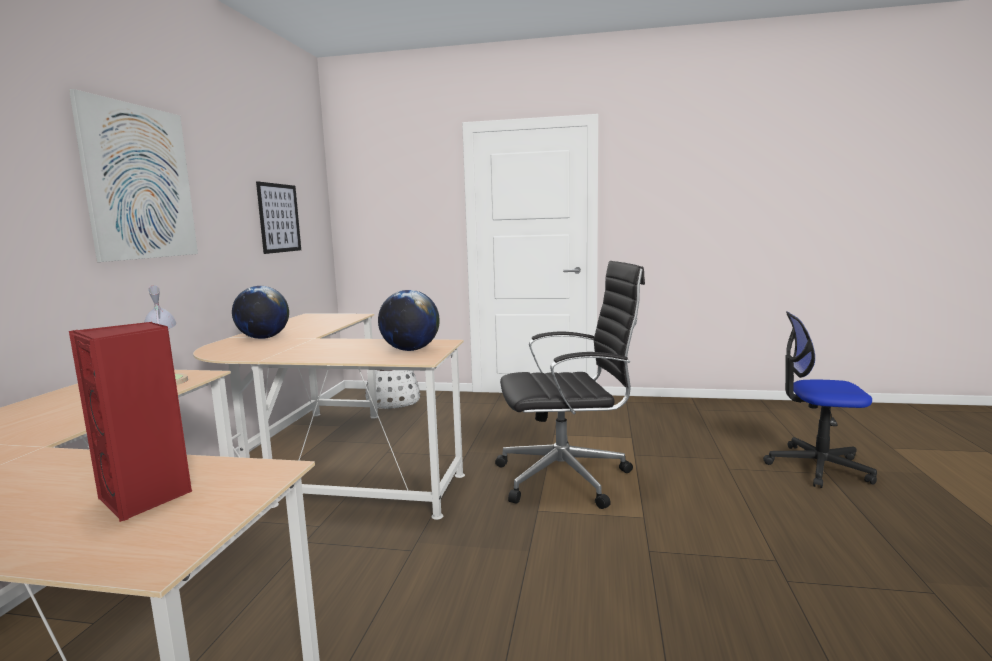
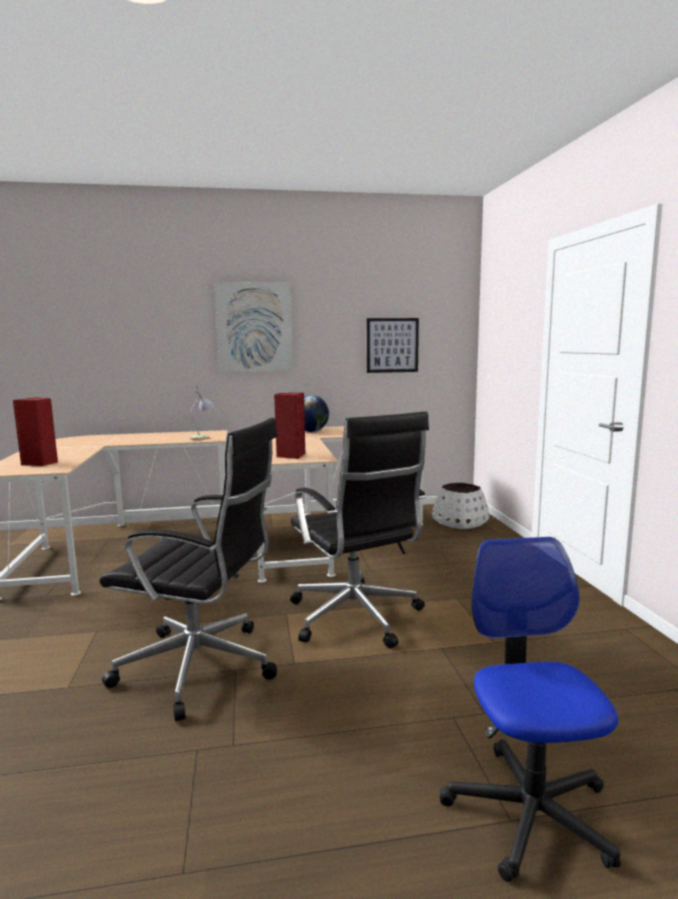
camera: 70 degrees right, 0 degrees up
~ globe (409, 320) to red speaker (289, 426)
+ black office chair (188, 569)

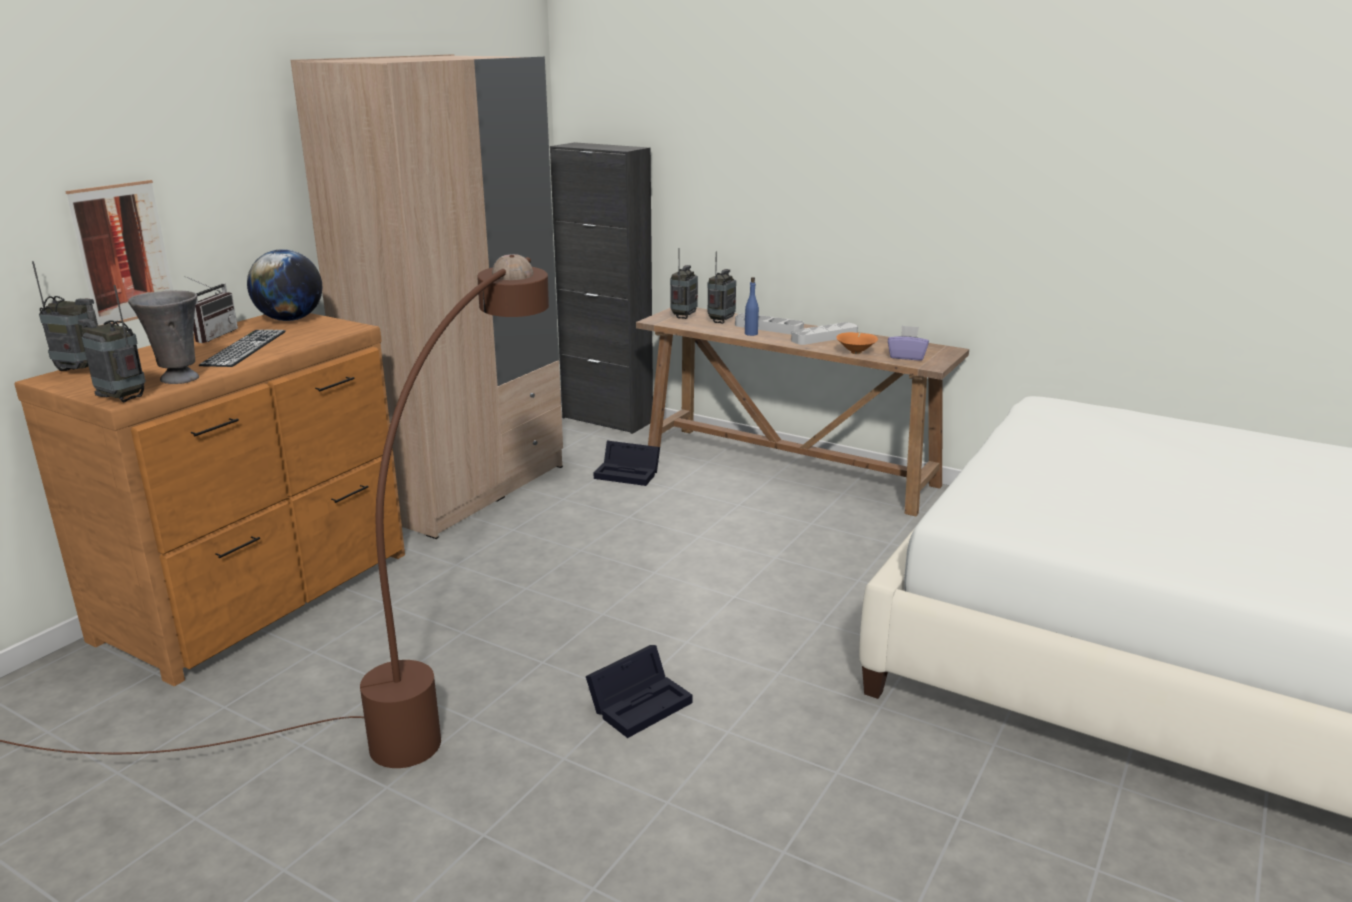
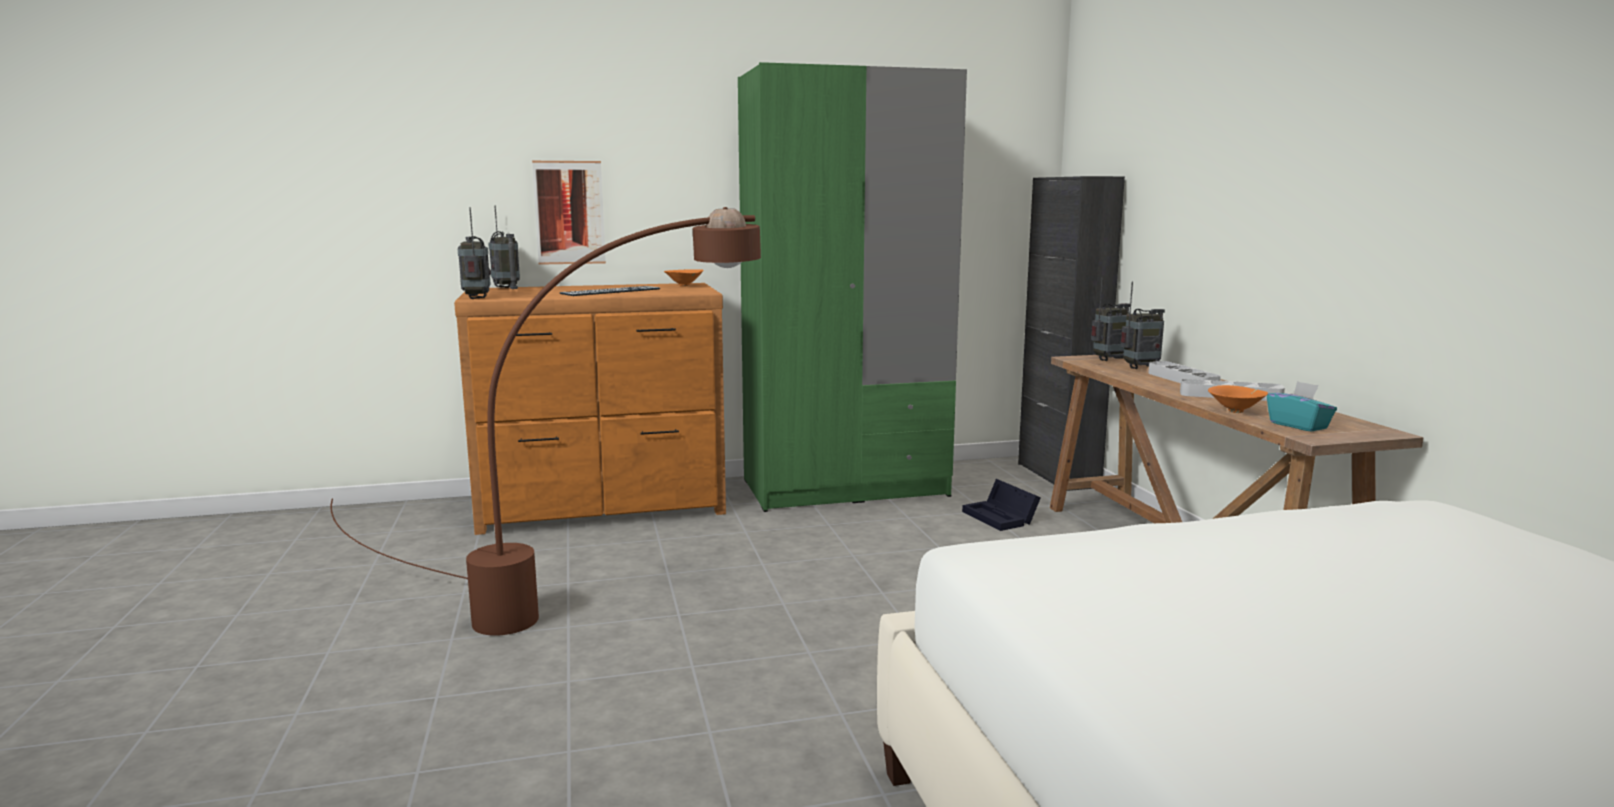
camera: 45 degrees right, 10 degrees down
- grey vase (163, 337)
- radio (211, 309)
~ globe (284, 285) to orange bowl (684, 277)
~ beige wardrobe (427, 296) to green wardrobe (852, 287)
- black storage box (639, 691)
- blue bottle (752, 306)
~ purple tissue box (908, 343) to turquoise tissue box (1302, 406)

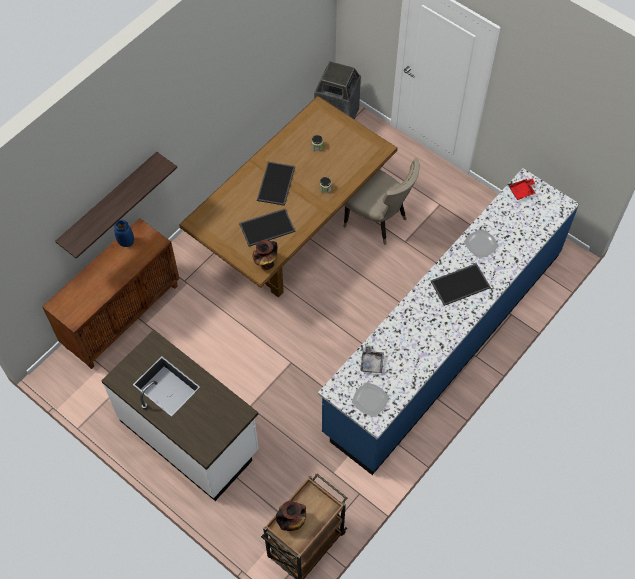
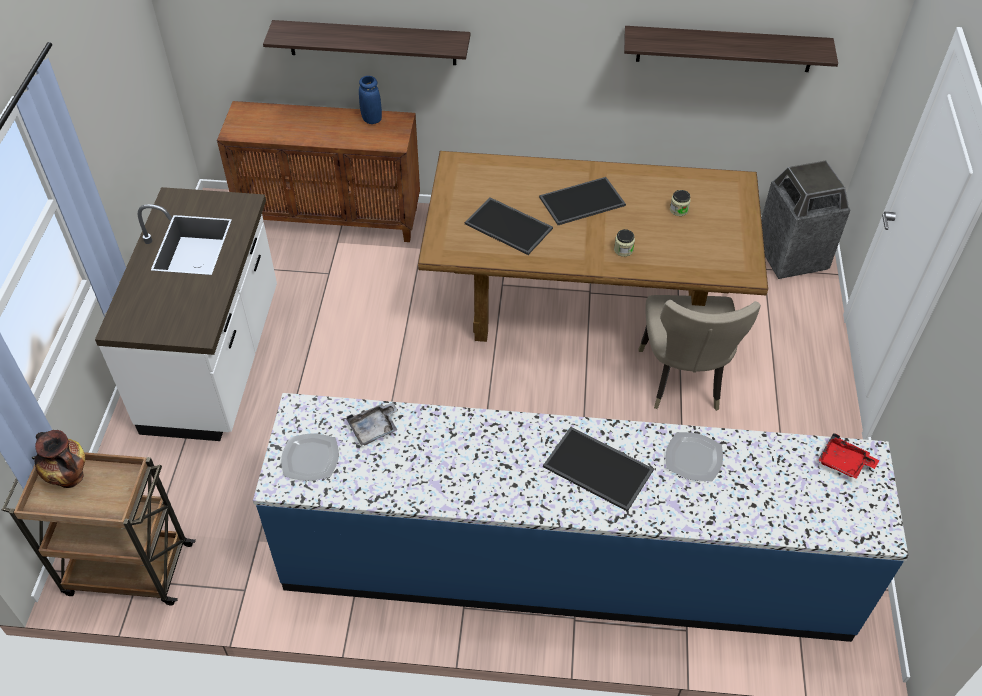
camera: 55 degrees right, 10 degrees down
- vase (265, 255)
+ shelf (731, 49)

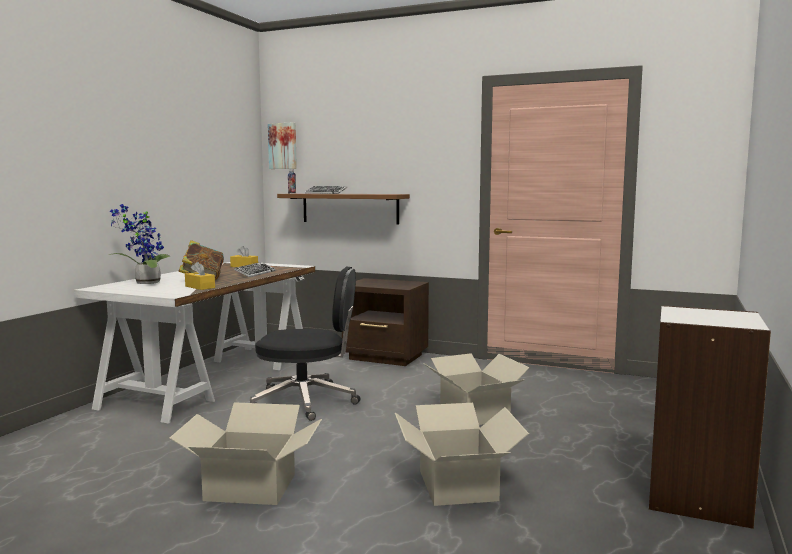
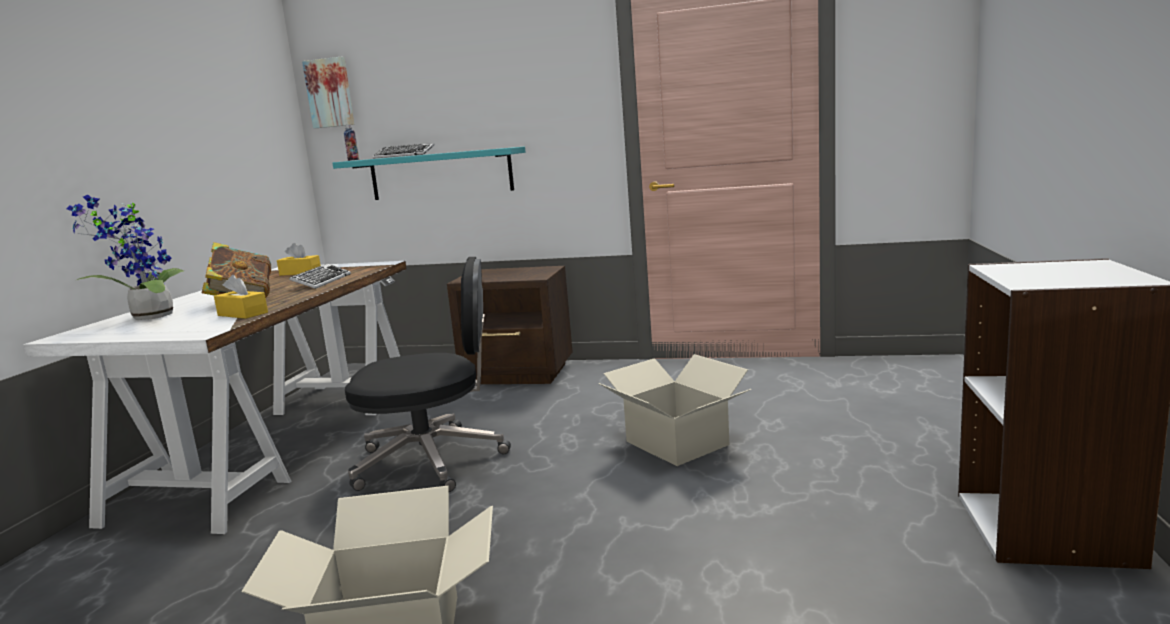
camera: 10 degrees left, 5 degrees up
~ brown shelf (343, 209) to turquoise shelf (429, 173)
- cardboard box (462, 454)

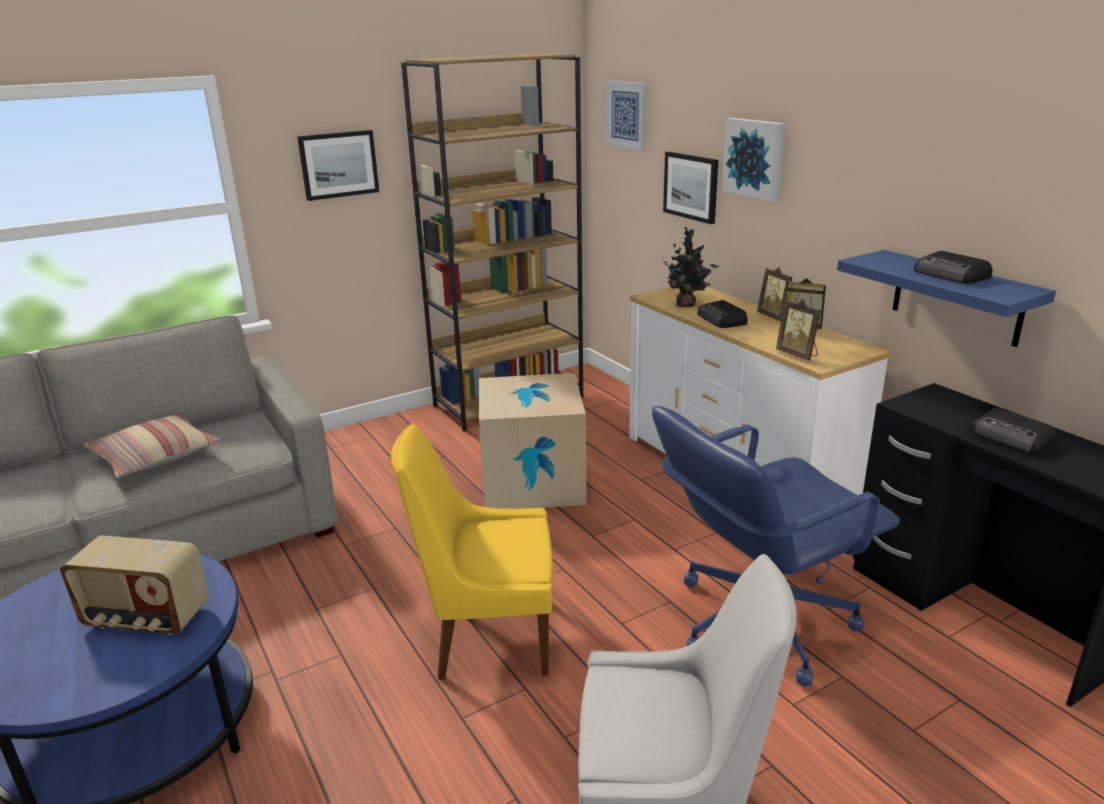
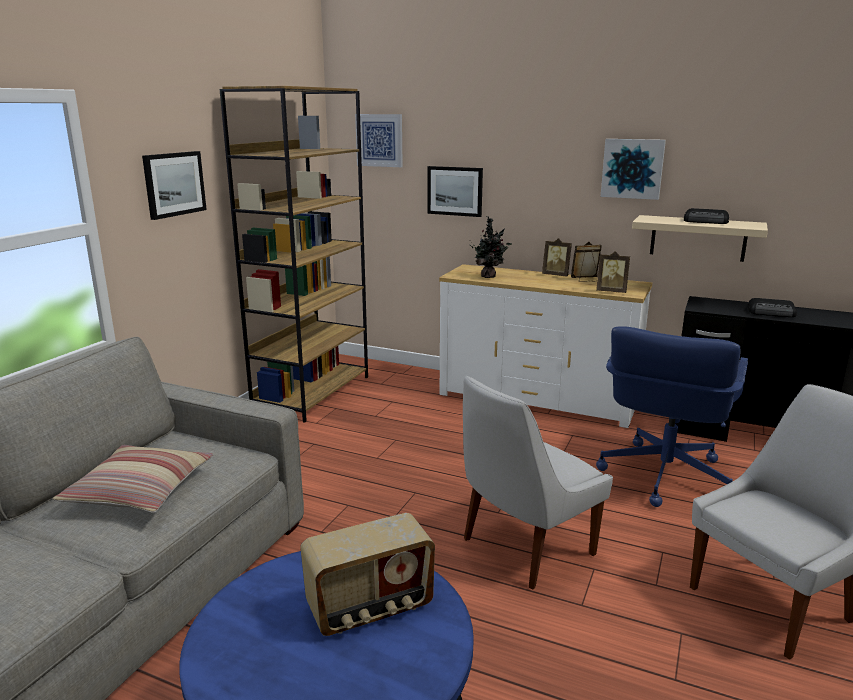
camera: 35 degrees left, 5 degrees down
~ yellow chair (472, 552) to white chair (538, 483)
- cardboard box (532, 440)
- radio (722, 314)
~ picture (754, 160) to (633, 169)
~ blue shelf (946, 298) to beige shelf (700, 238)

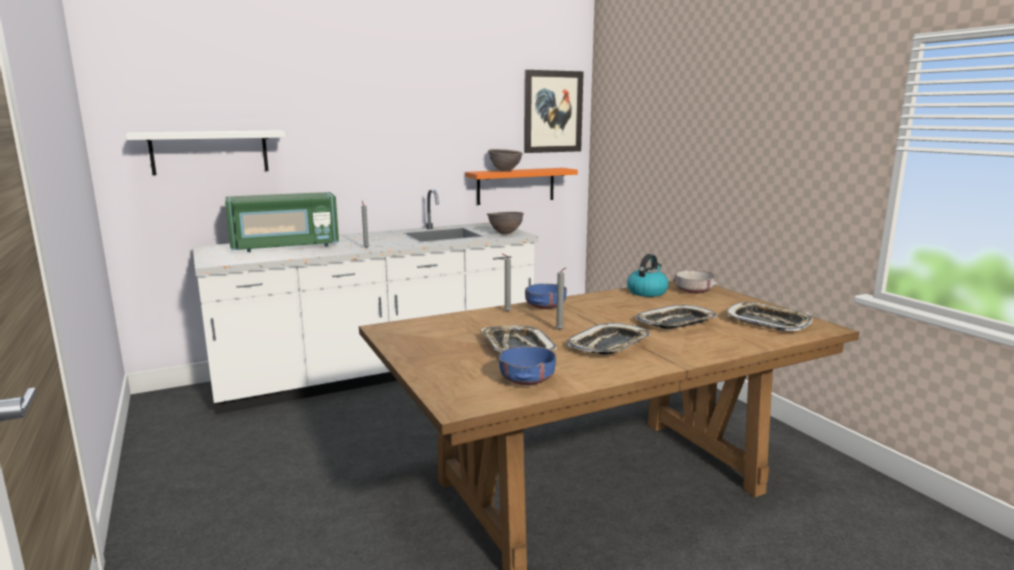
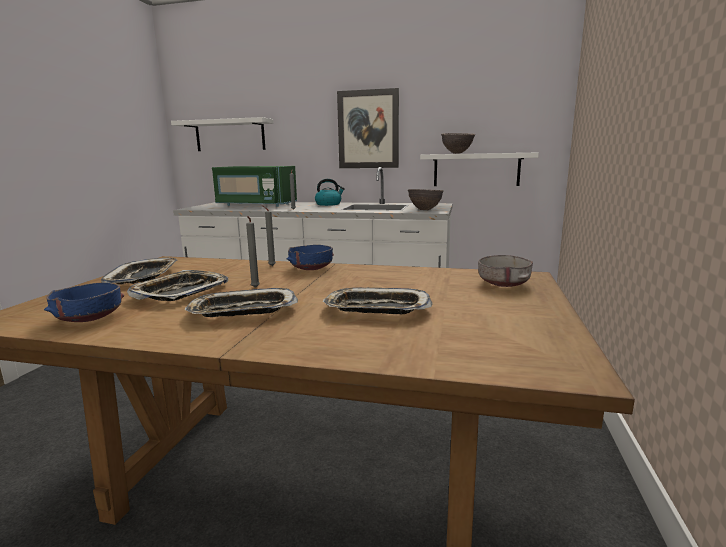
camera: 40 degrees right, 0 degrees up
~ orange shelf (521, 186) to white shelf (479, 169)
~ picture (554, 111) to (368, 128)
~ kettle (648, 275) to (330, 192)
~ tray (770, 316) to (139, 271)

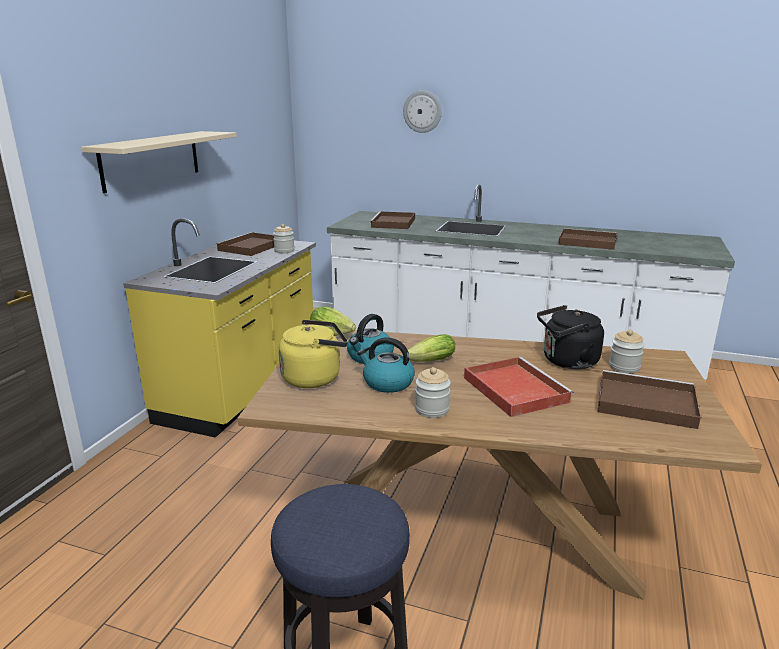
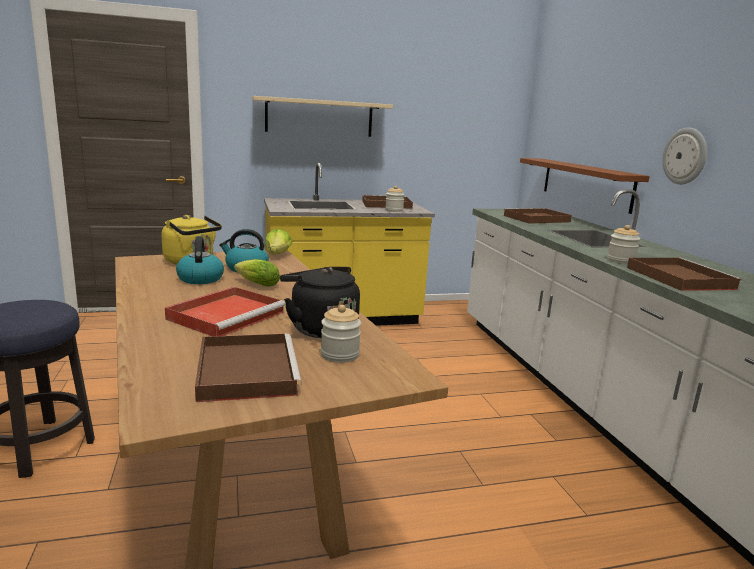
camera: 55 degrees right, 5 degrees down
~ wall clock (422, 111) to (684, 156)
~ jar (433, 392) to (623, 244)
+ brown shelf (585, 186)

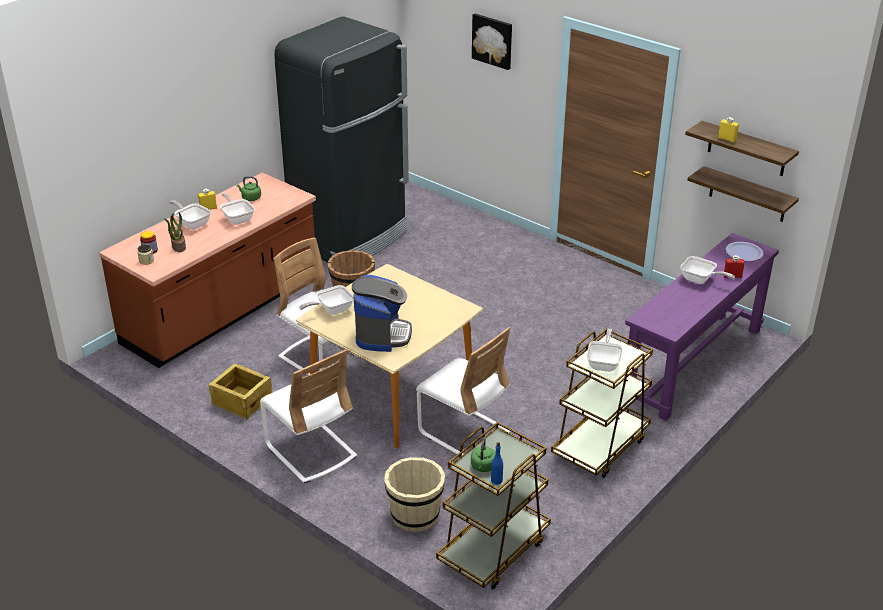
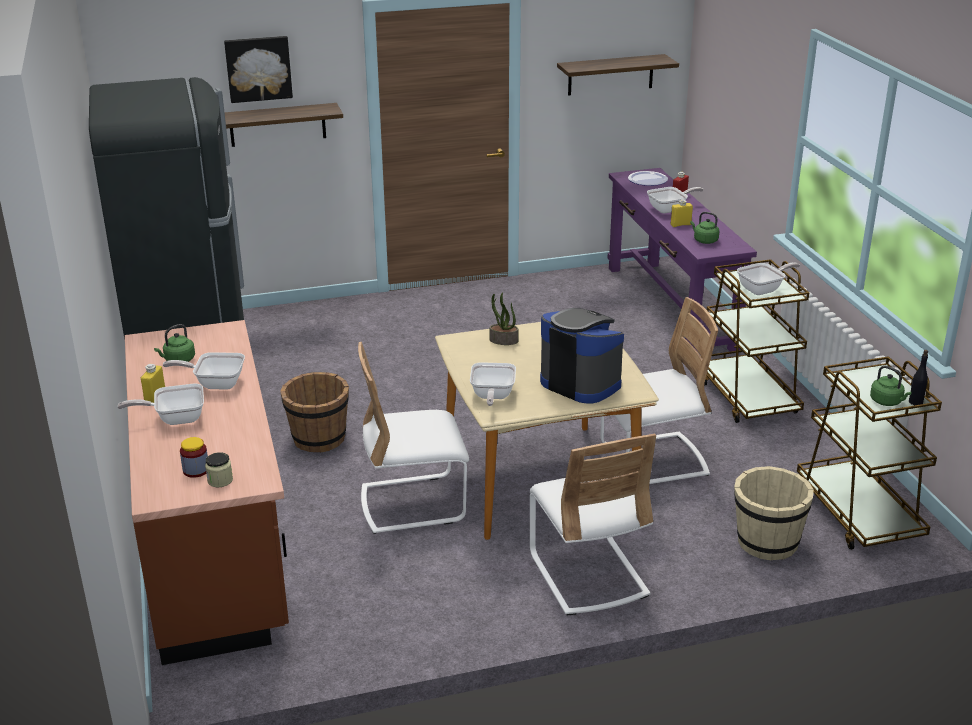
camera: 55 degrees left, 5 degrees down
~ potted plant (175, 232) to (504, 319)
- crate (240, 391)
~ white chair (308, 416) = (593, 524) 75 degrees clockwise
~ blue bottle (497, 463) to black bottle (918, 377)
~ frying pan (604, 350) = (768, 278) 105 degrees clockwise
~ shelf (743, 194) to (284, 125)
~ yellow bottle (728, 130) to (682, 213)
+ green kettle (704, 228)

